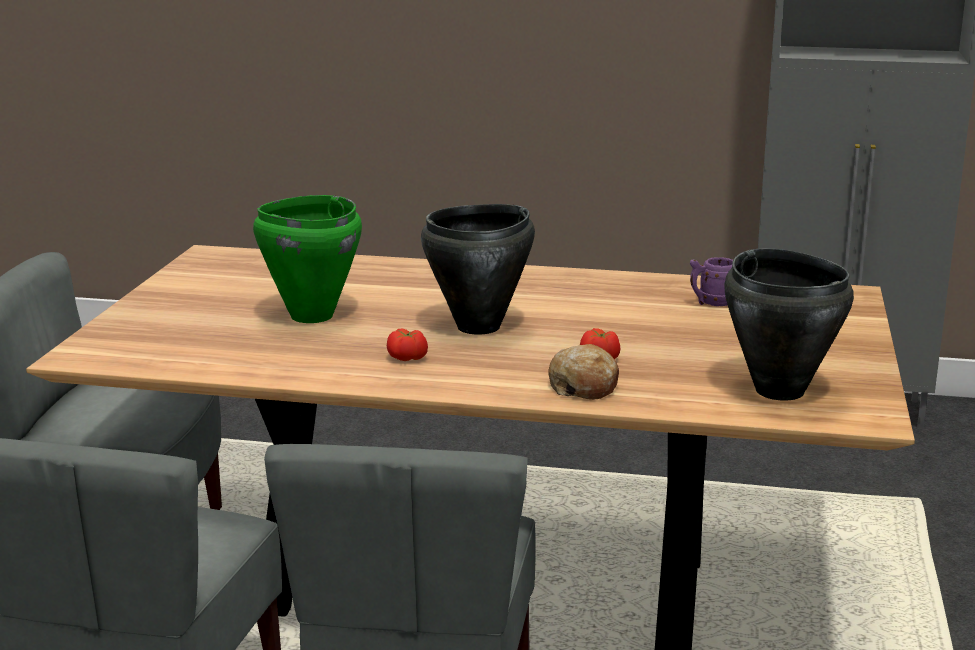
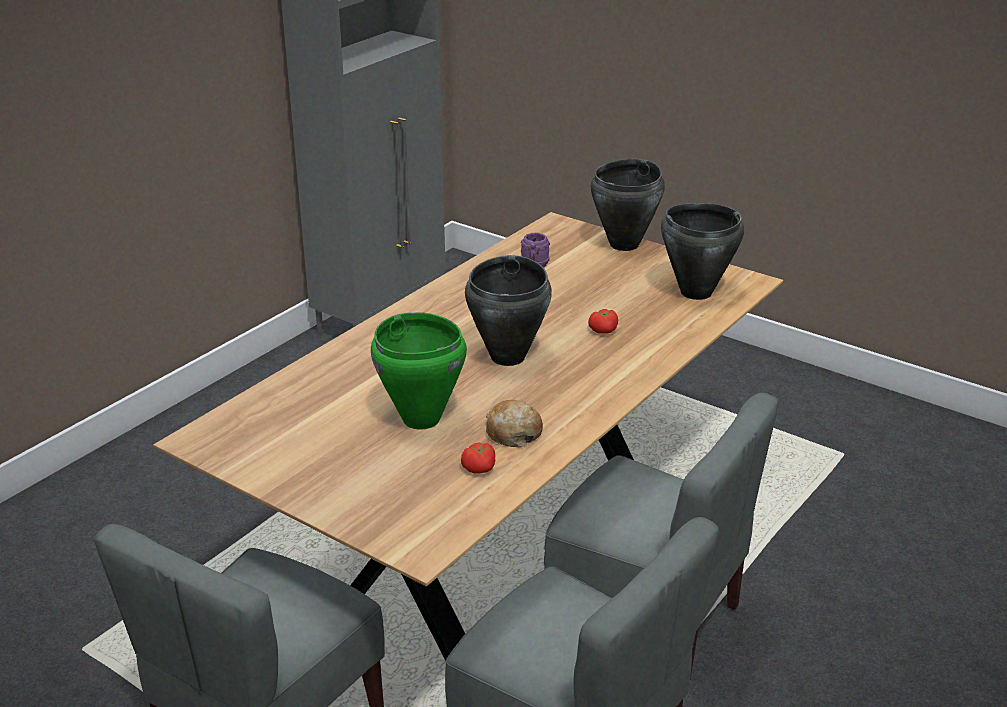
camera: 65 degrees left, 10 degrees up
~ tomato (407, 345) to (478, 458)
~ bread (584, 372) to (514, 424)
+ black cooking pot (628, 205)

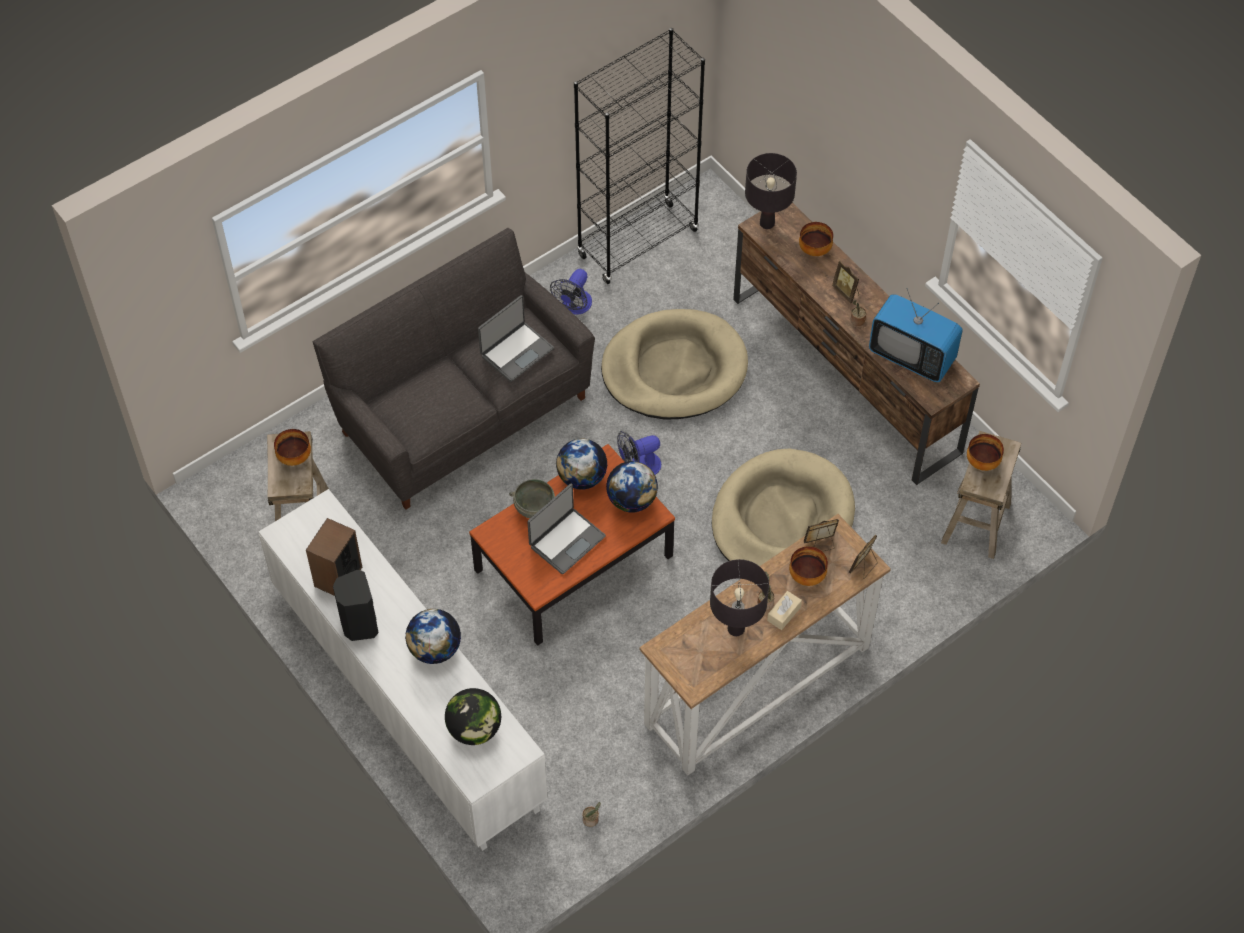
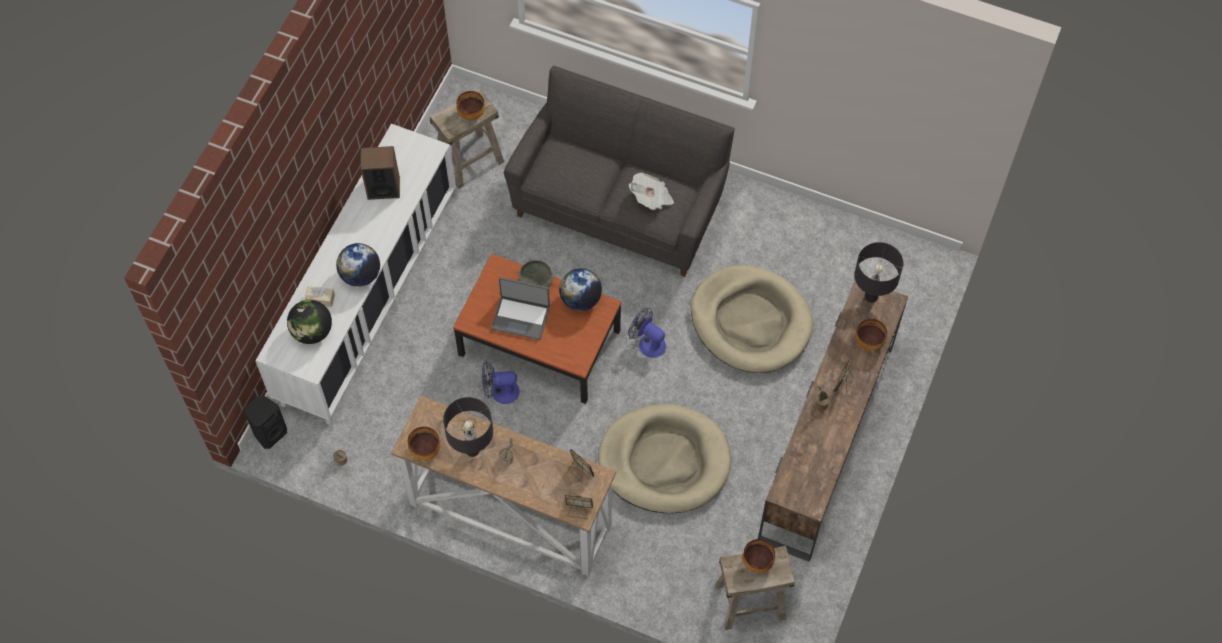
camera: 60 degrees right, 5 degrees up
~ black speaker (356, 605) to (266, 422)
~ laptop (516, 338) to newspaper (651, 191)
~ fan (571, 291) to (501, 382)
- black bookcase (639, 156)
- globe (632, 487)
~ beige tissue box (784, 610) to (320, 296)
~ bowl (808, 566) to (424, 443)
- television (916, 335)

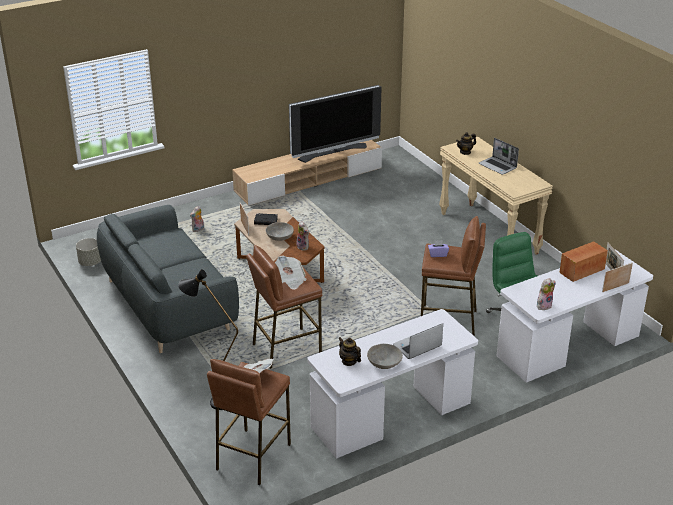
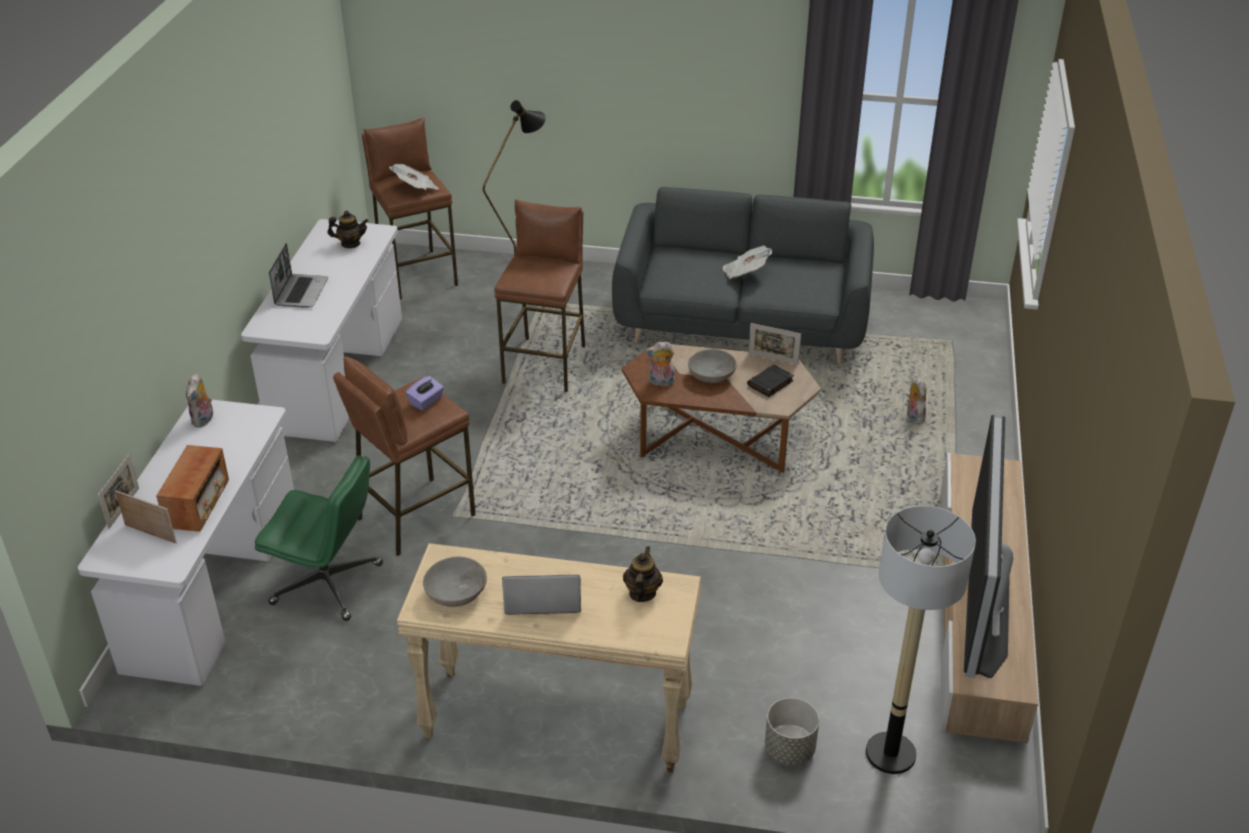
camera: 130 degrees right, 5 degrees up
~ grey planter (88, 252) to (792, 731)
~ newspaper (291, 272) to (747, 262)
~ grey bowl (385, 356) to (455, 582)
+ floor lamp (921, 640)

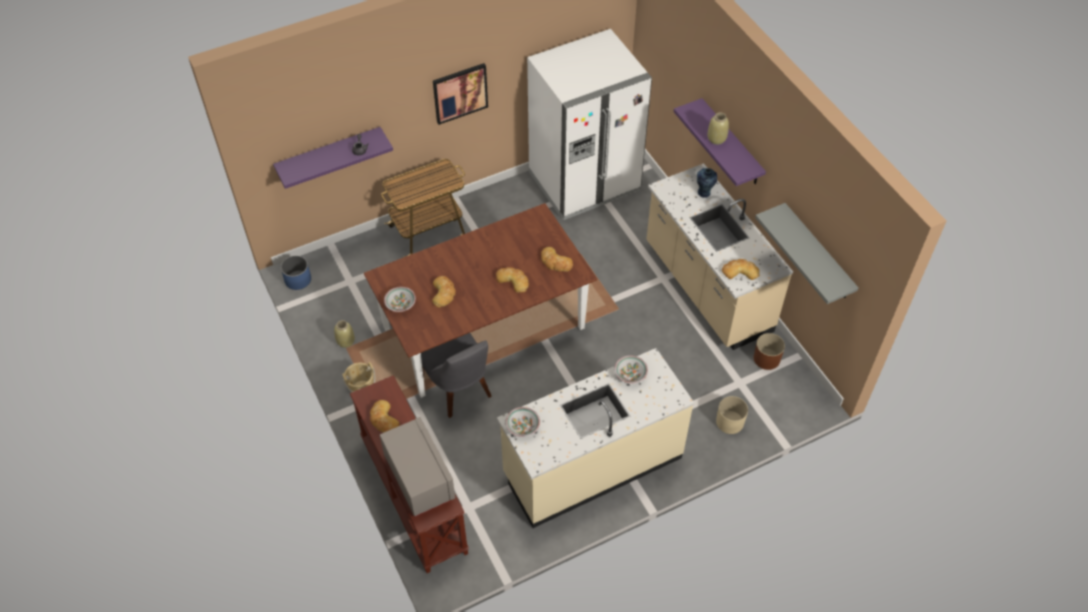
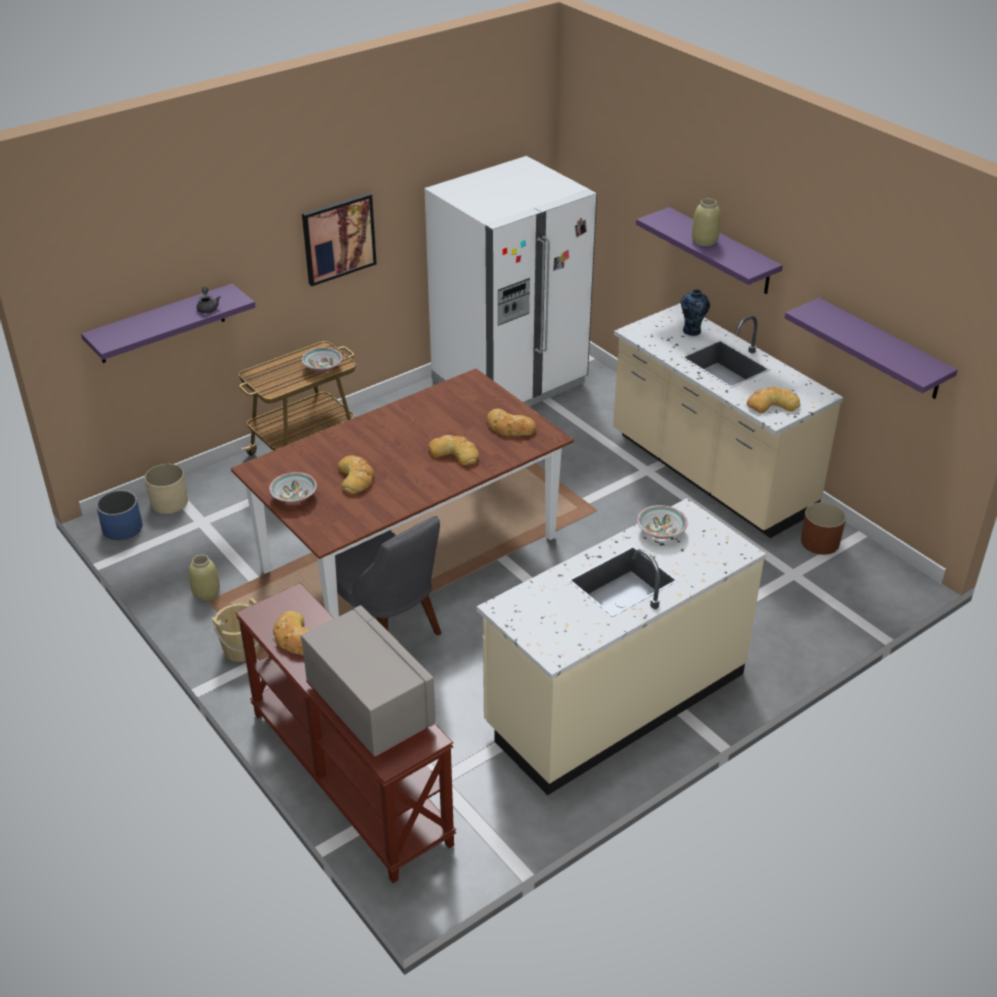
camera: 10 degrees left, 15 degrees down
~ bowl (523, 422) to (321, 360)
~ beige planter (732, 415) to (166, 489)
~ grey shelf (807, 253) to purple shelf (871, 348)

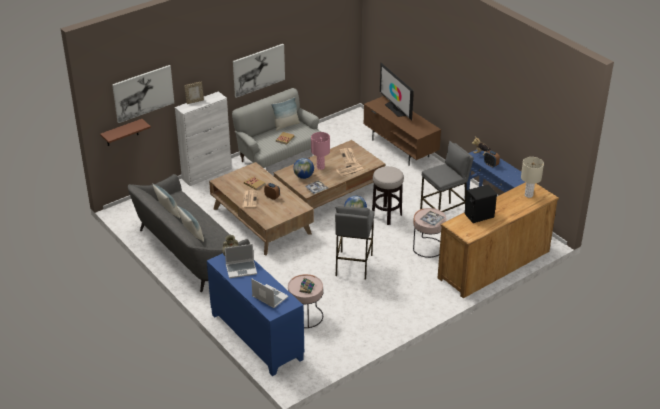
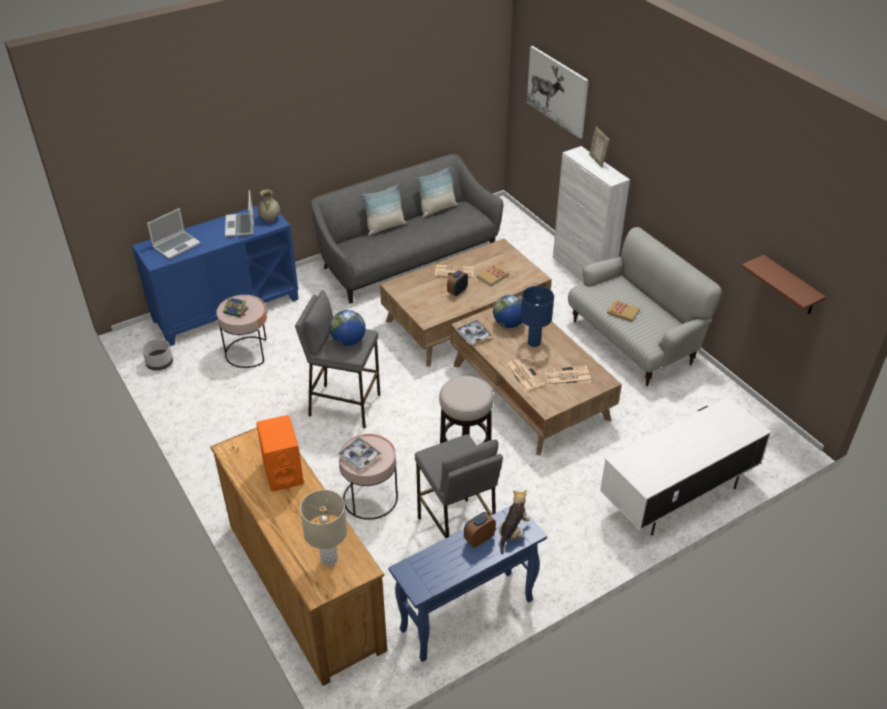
camera: 95 degrees right, 5 degrees up
~ brown shelf (125, 132) to (783, 284)
- picture (259, 71)
- pillow (285, 114)
~ pink table lamp (320, 151) to blue table lamp (537, 316)
~ brown tv stand (402, 131) to white tv stand (685, 466)
- television (397, 92)
~ black speaker (481, 204) to orange speaker (280, 453)
+ grey planter (157, 355)

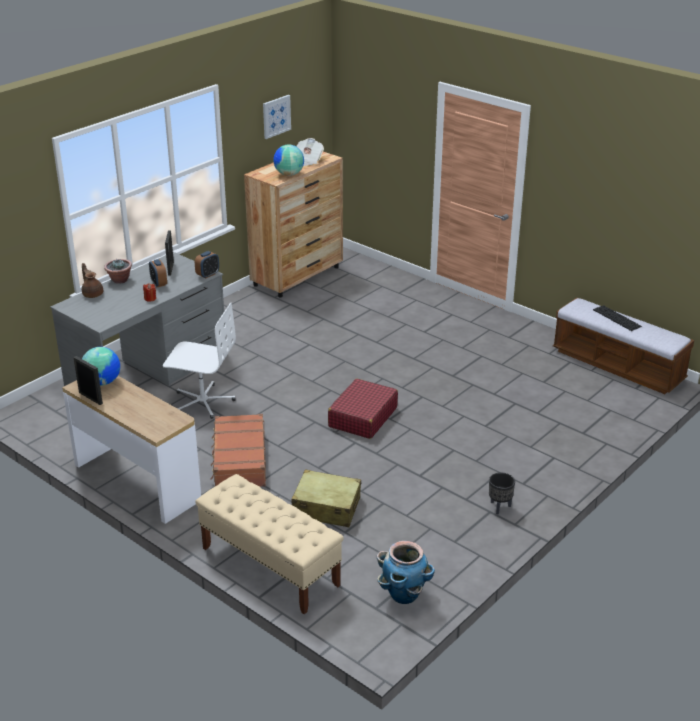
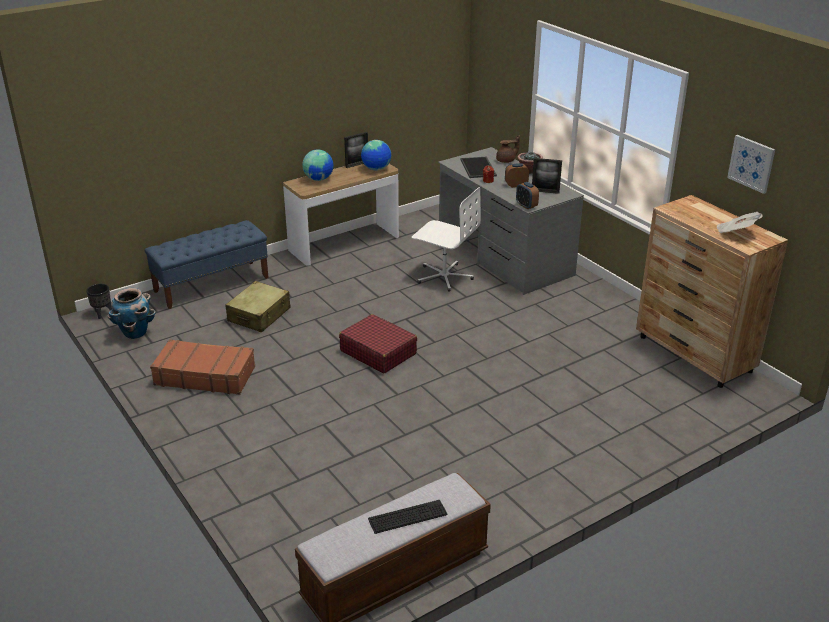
camera: 105 degrees right, 0 degrees up
~ white office chair (199, 360) = (446, 239) 90 degrees counterclockwise
~ beige bench (270, 544) to blue bench (207, 264)
~ brown suitcase (238, 450) to (202, 367)
~ globe (288, 160) to (318, 165)
~ black planter (502, 494) to (99, 301)
+ tray (478, 167)

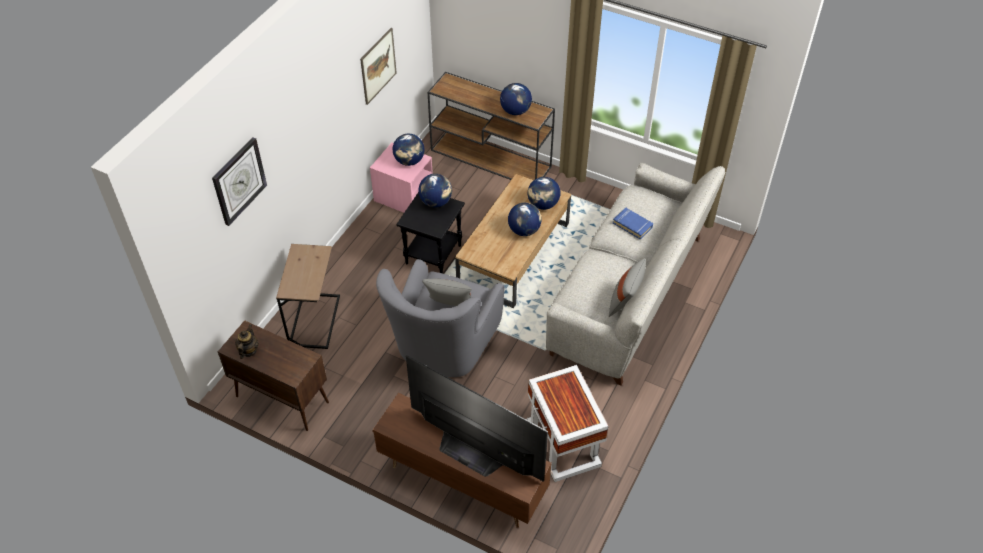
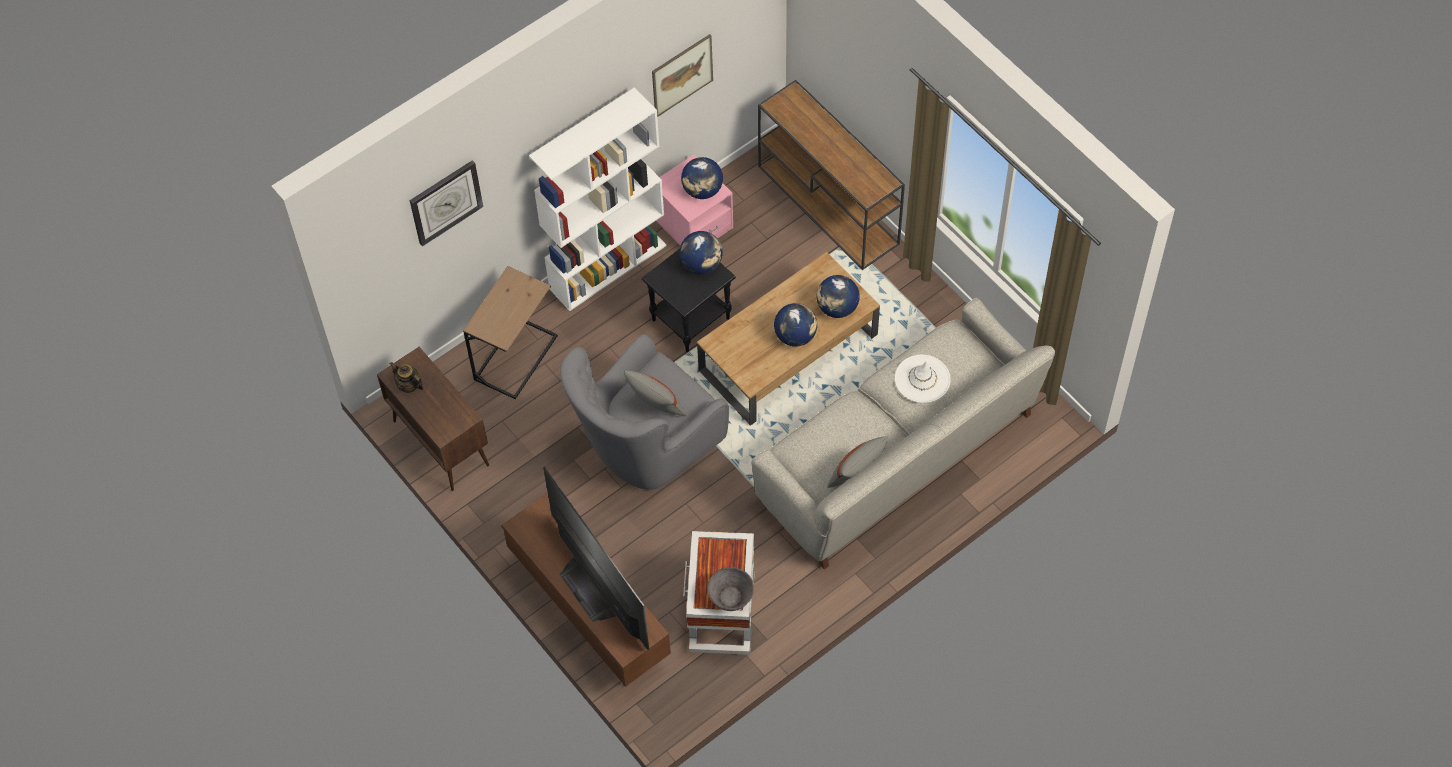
camera: 25 degrees right, 10 degrees up
~ teapot (247, 341) = (407, 378) 90 degrees counterclockwise
- globe (516, 99)
~ blue book (633, 224) to white hat (923, 379)
+ white bookcase (597, 199)
+ grey bowl (730, 589)

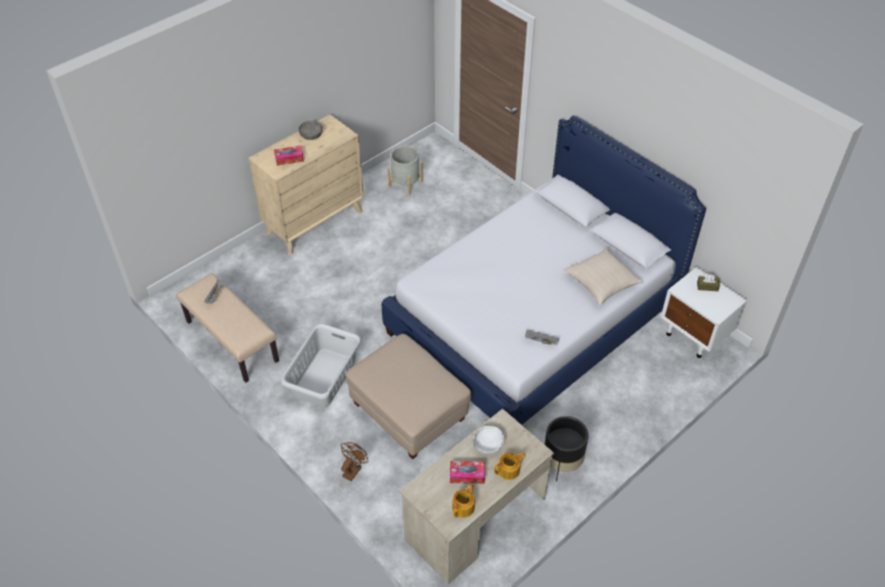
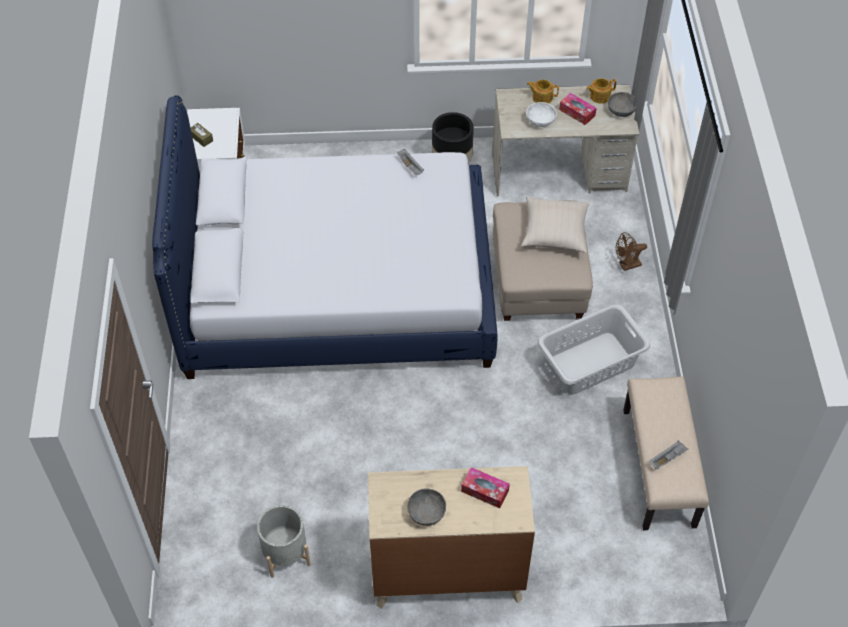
camera: 140 degrees left, 5 degrees up
~ beige pillow (603, 276) to (555, 224)
+ grey bowl (622, 104)

